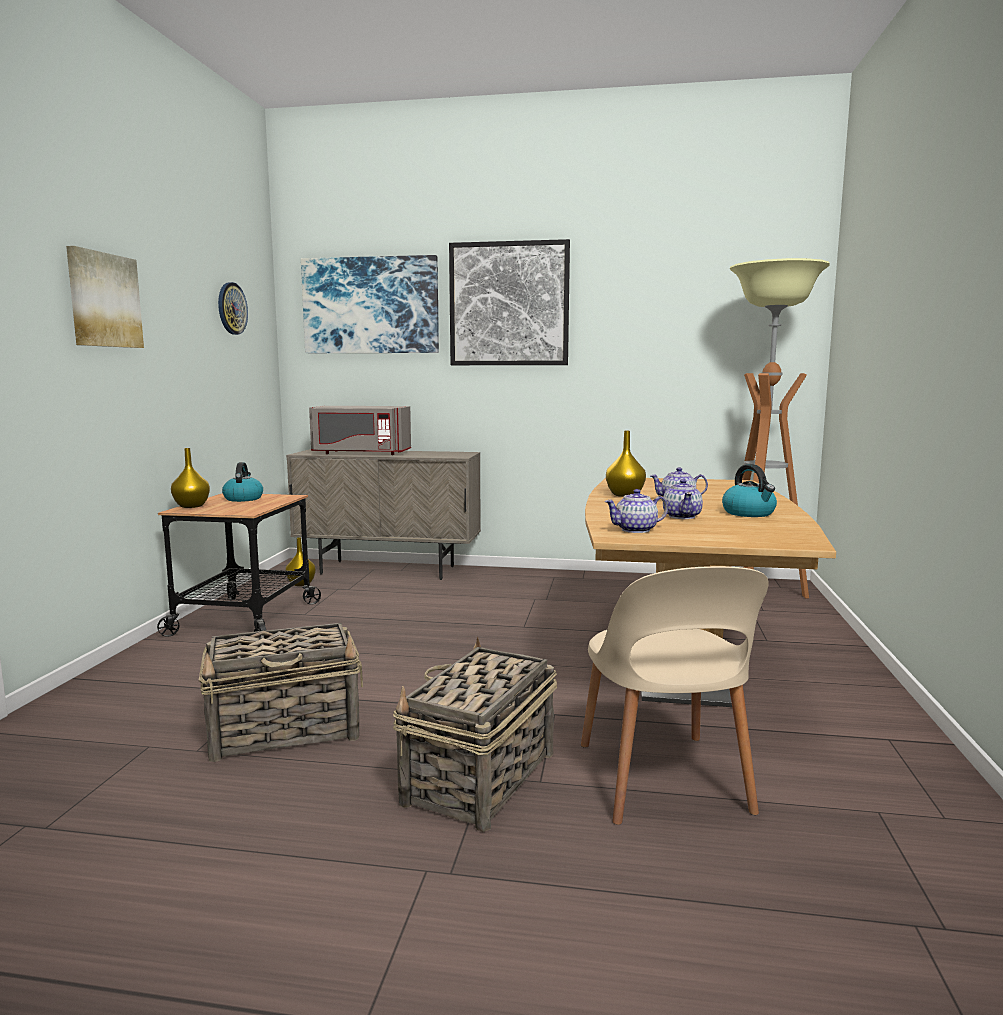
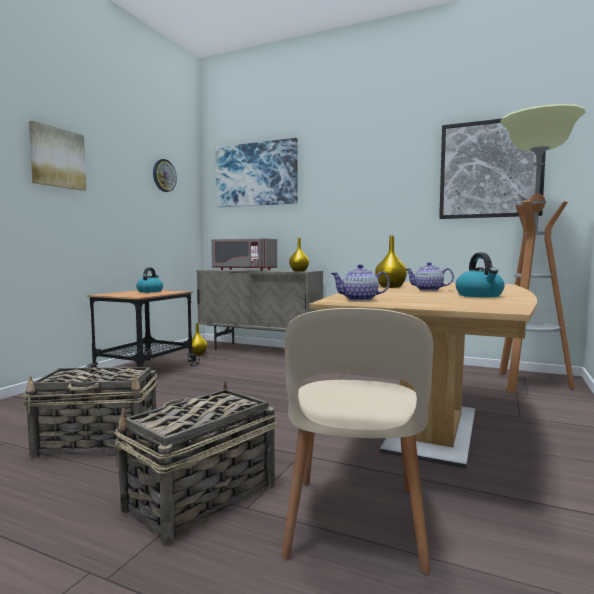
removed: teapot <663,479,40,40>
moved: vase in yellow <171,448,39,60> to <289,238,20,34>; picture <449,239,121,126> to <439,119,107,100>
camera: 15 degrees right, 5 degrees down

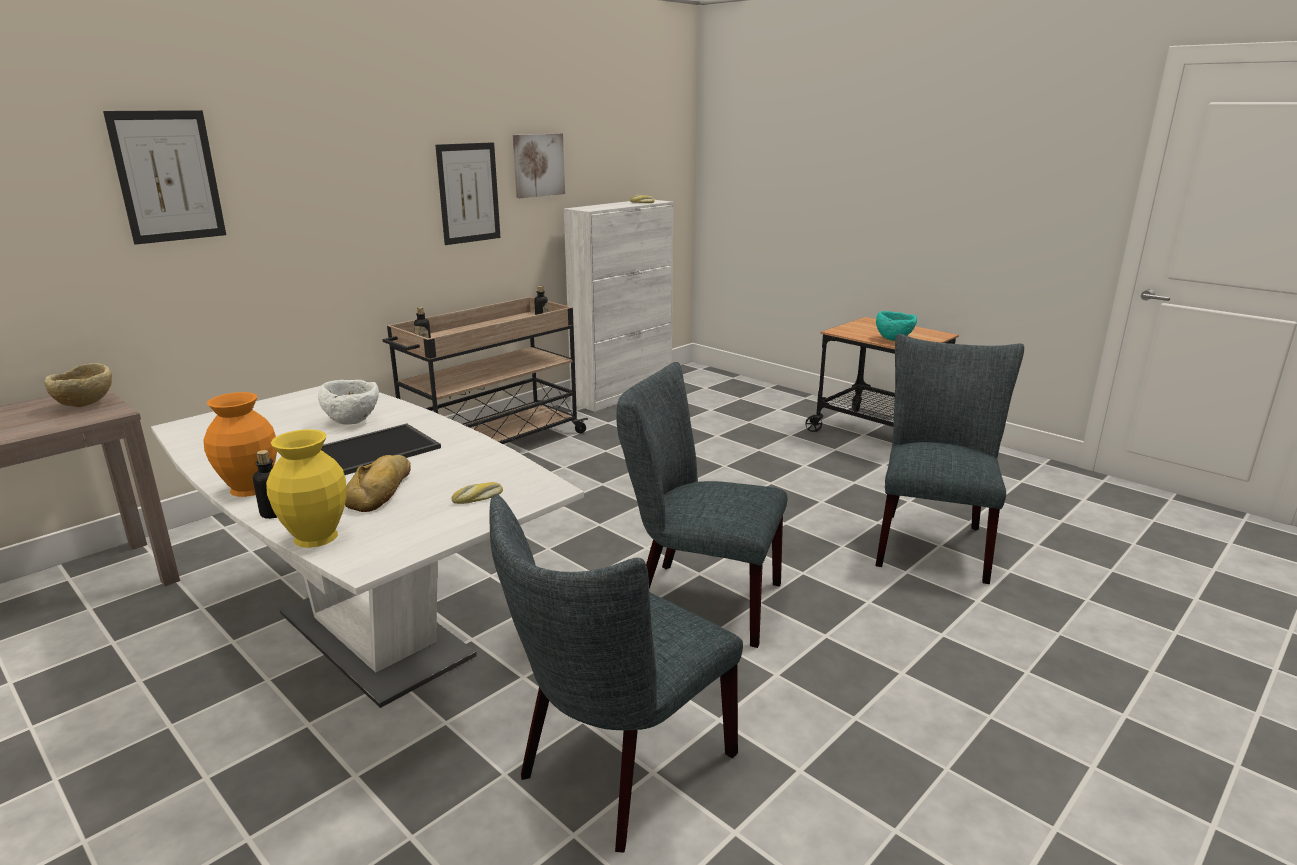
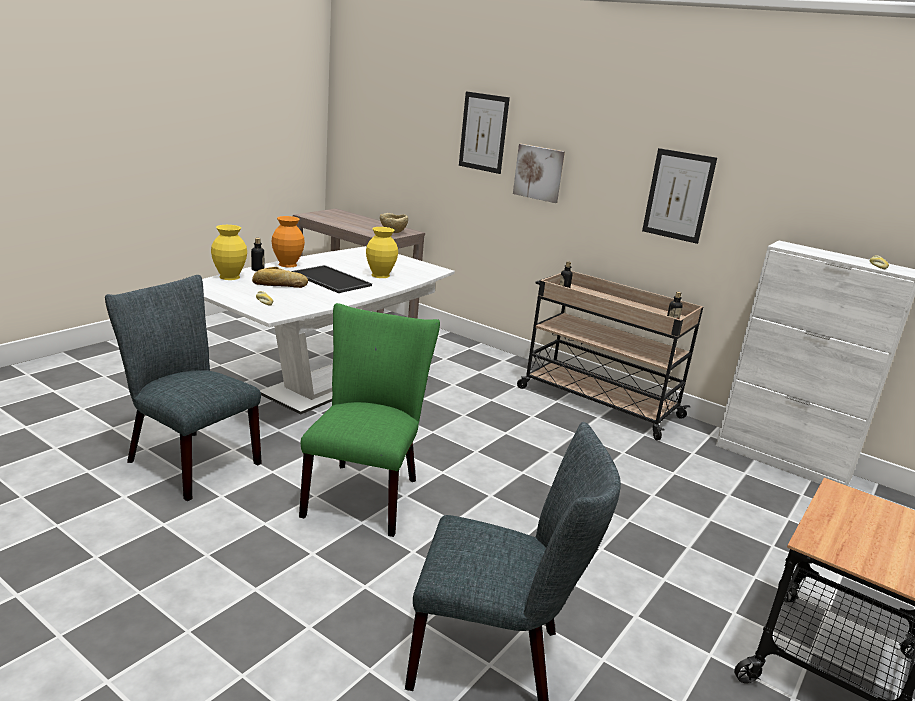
removed: bowl in turquoise <876,311,41,30>
moved: picture <513,133,52,65> to <513,144,52,59>
replaced: bowl in white <318,380,61,45> to vase in yellow <366,227,32,51>
recoloured: chair in grey <617,362,170,286> to chair in green <299,303,141,234>
camera: 80 degrees right, 0 degrees up

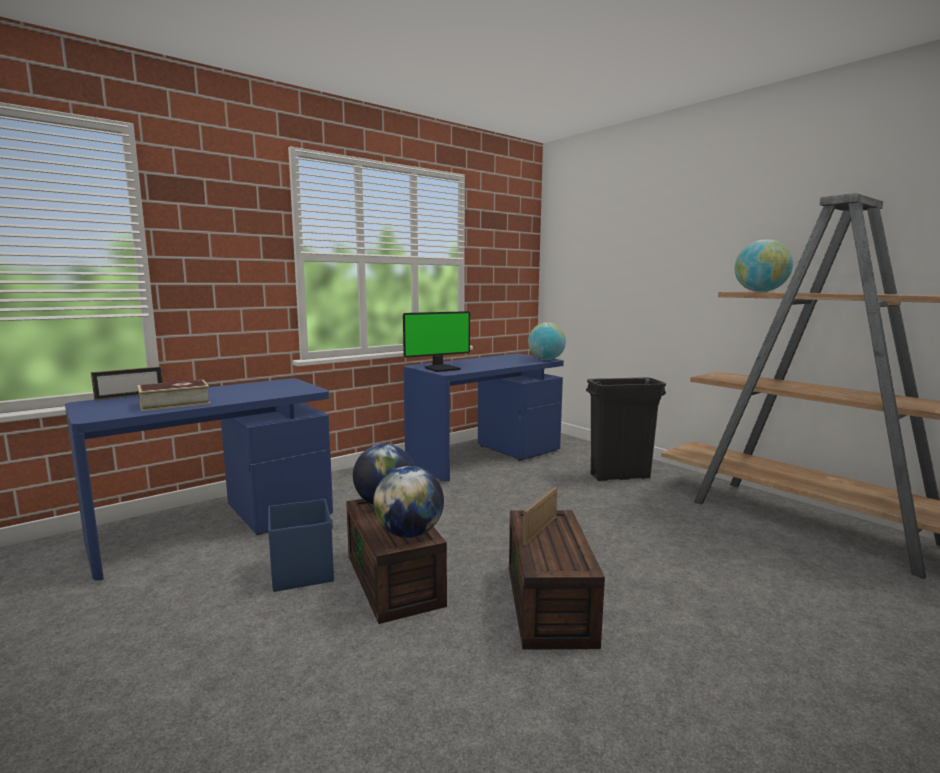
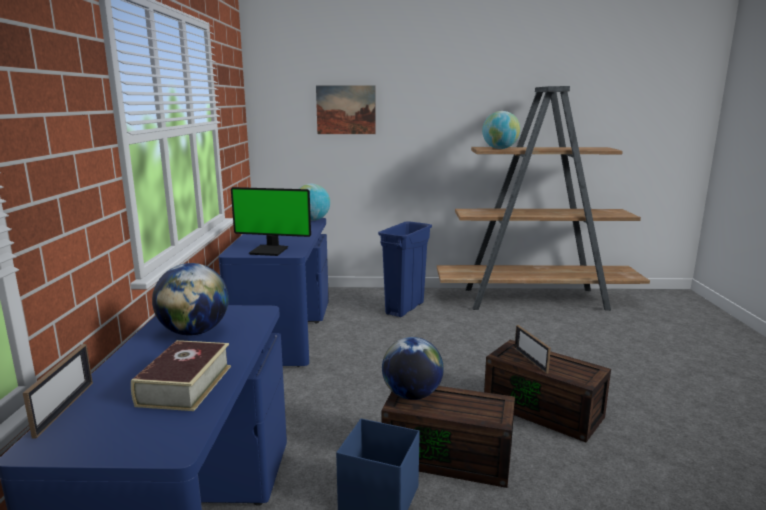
added: picture <316,85,60,49>
moved: globe <373,466,71,72> to <152,263,77,73>
recoloured: trash can in black <586,377,80,104> to trash can in blue <378,221,54,96>
turned: monitor <403,311,67,61> = <231,187,80,69> 90 degrees clockwise
camera: 50 degrees left, 5 degrees up

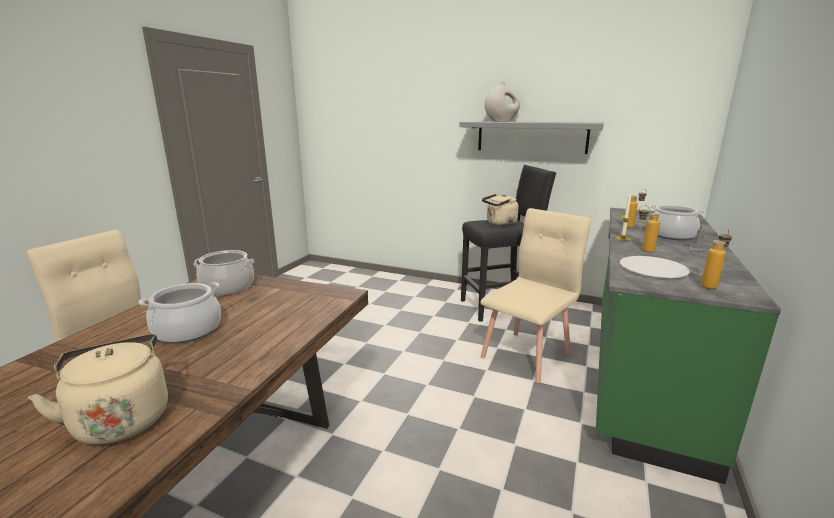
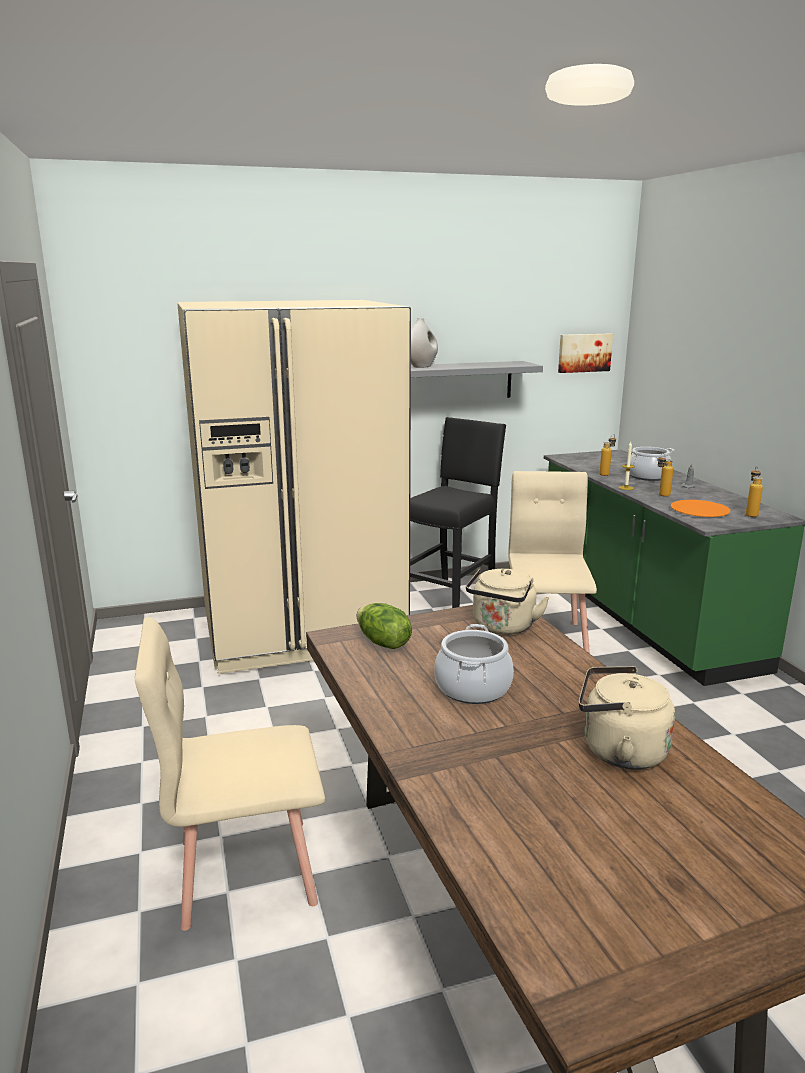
added: fridge in beige <177,300,234,374>; picture <558,334,55,39>
moved: kettle in beige <482,194,37,32> to <466,569,84,66>
replaced: cooking pot <193,250,62,45> to lettuce <357,603,55,46>
recoloured: plate in white <620,256,70,22> to plate in orange <670,500,60,17>
camera: 40 degrees left, 0 degrees up

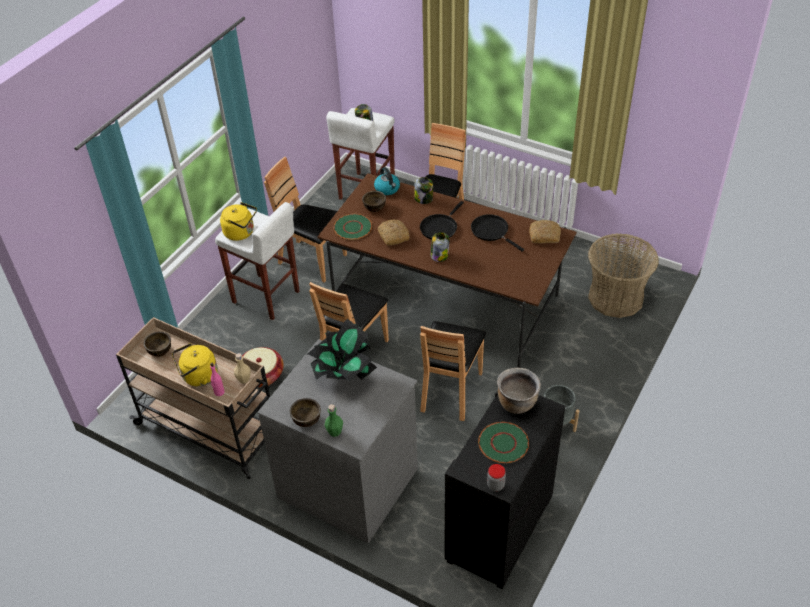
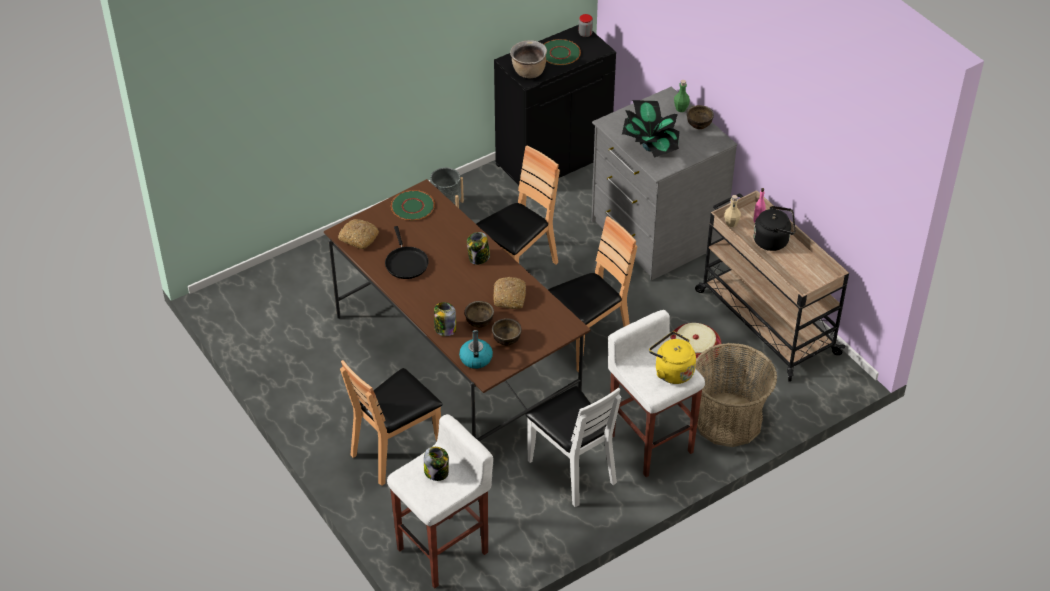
removed: frying pan in black <420,201,44,39>
moved: bowl in brown <143,332,28,25> to <464,301,30,27>; plate in green <334,214,38,26> to <391,190,44,30>; basket <588,234,71,84> to <695,343,82,104>
recoloured: kettle in yellow <172,343,46,43> to kettle in black <753,206,42,45>; chair in brown <264,157,83,126> to chair in white <526,386,95,121>
camera: 155 degrees left, 0 degrees up

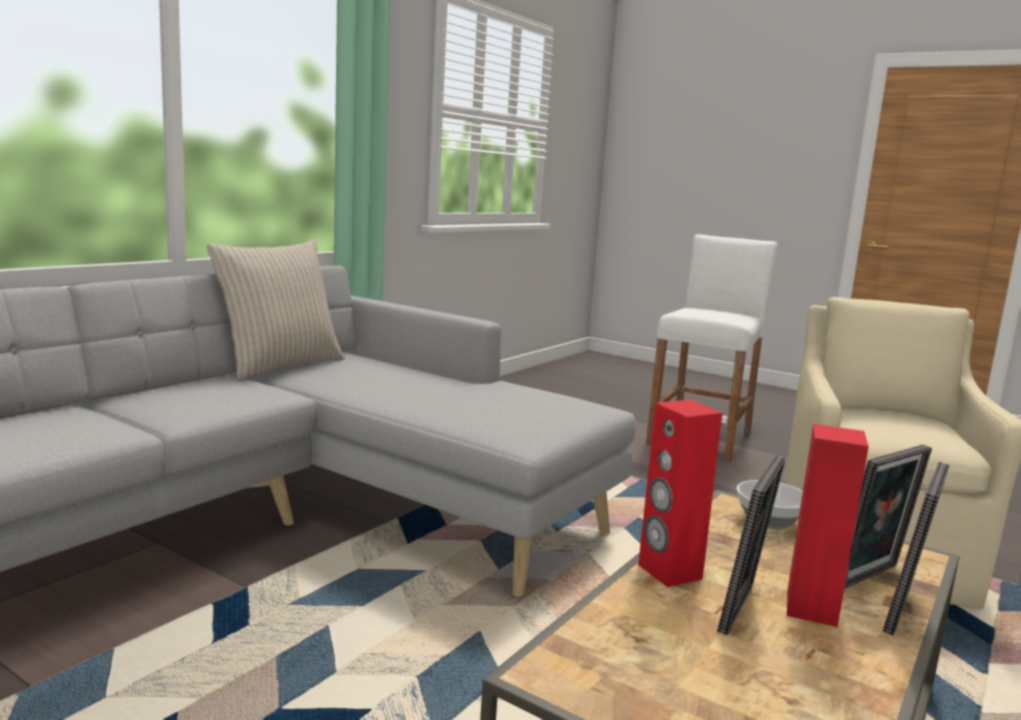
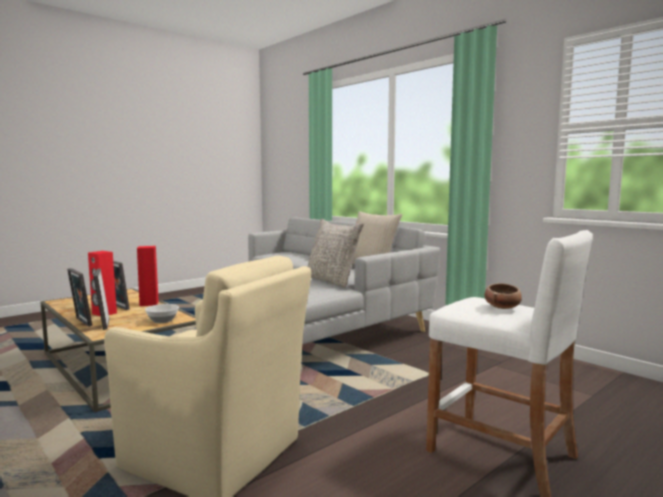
added: pillow in grey <308,218,56,70>; bowl <484,283,38,26>
camera: 105 degrees right, 5 degrees down

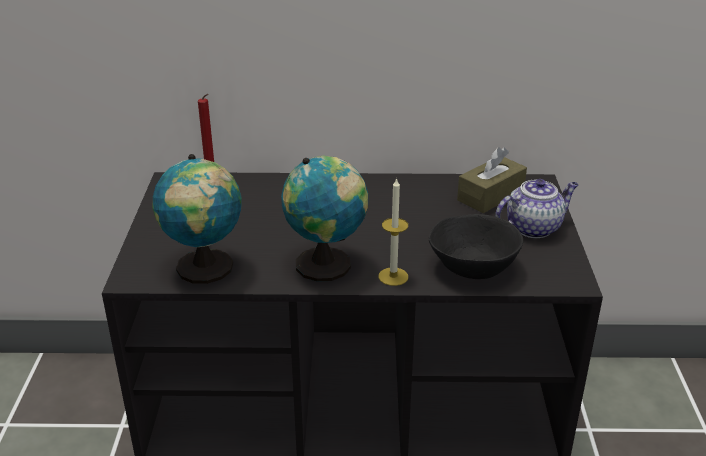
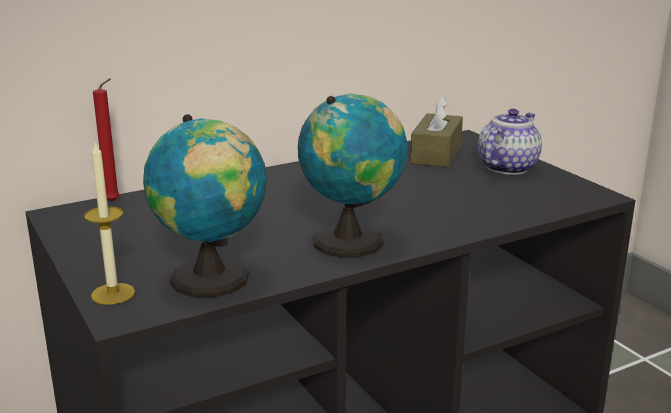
removed: bowl in black <429,214,94,65>
moved: candle <378,177,30,109> to <84,142,51,163>
camera: 30 degrees left, 10 degrees down

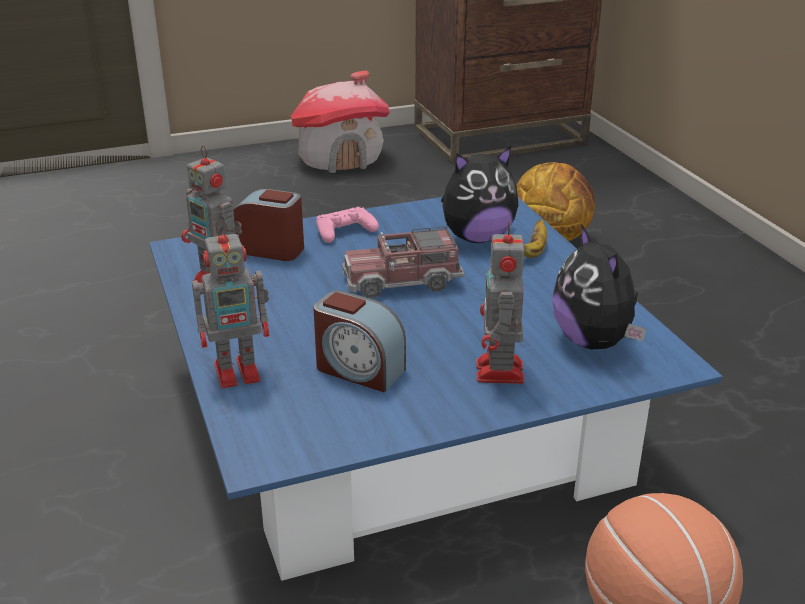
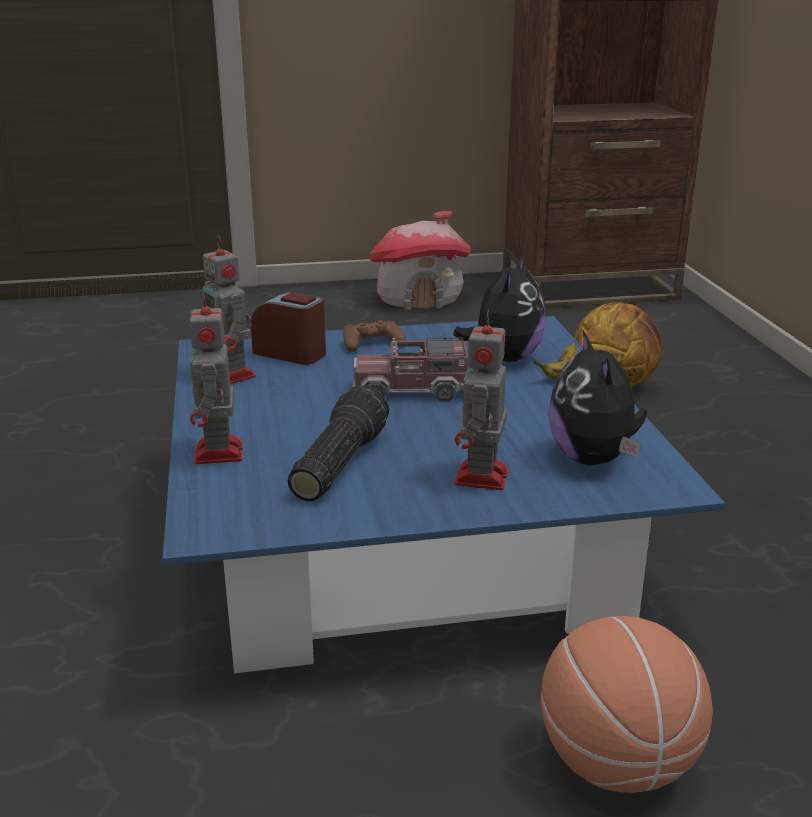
replaced: alarm clock <313,290,93,102> to flashlight <288,386,101,115>
recoloured: game controller in pink <316,207,63,36> to game controller in brown <343,320,63,32>
turned: toy robot <192,221,78,167> = <190,292,53,172> 90 degrees clockwise; plush toy <441,146,77,97> = <453,253,93,109> 60 degrees counterclockwise
camera: 10 degrees right, 5 degrees down

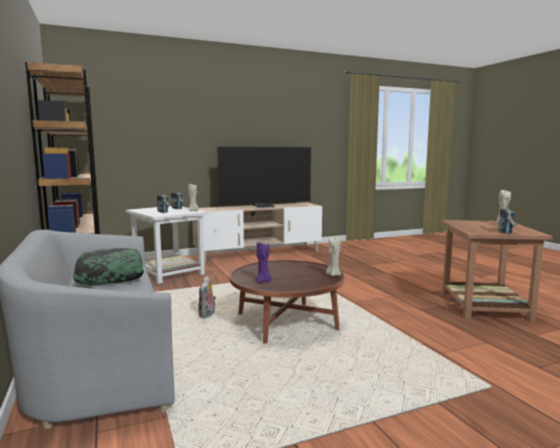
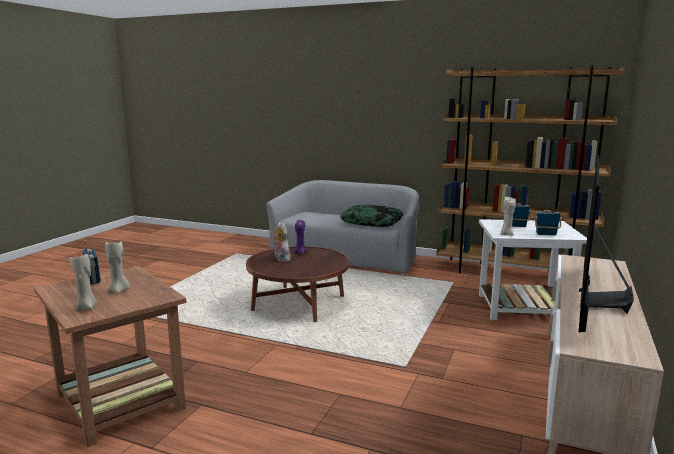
moved: plush toy <198,276,18,42> to <273,222,18,40>; candle in beige <326,236,15,40> to <105,241,25,53>
camera: 135 degrees right, 5 degrees up

